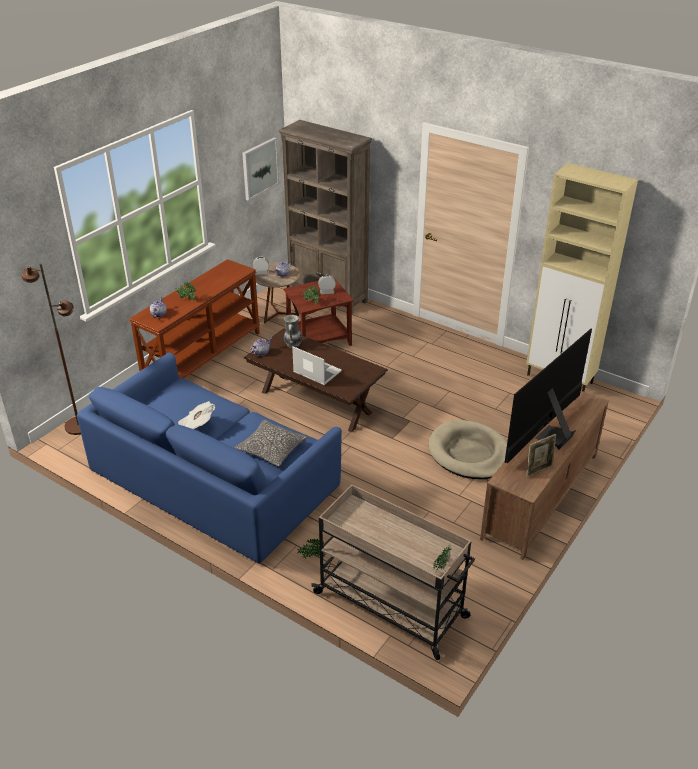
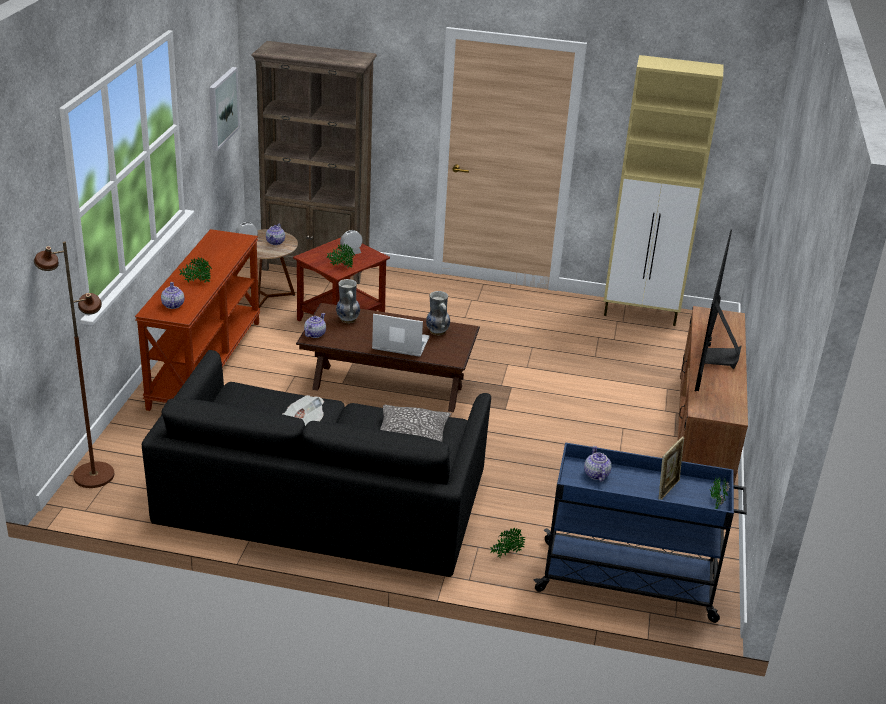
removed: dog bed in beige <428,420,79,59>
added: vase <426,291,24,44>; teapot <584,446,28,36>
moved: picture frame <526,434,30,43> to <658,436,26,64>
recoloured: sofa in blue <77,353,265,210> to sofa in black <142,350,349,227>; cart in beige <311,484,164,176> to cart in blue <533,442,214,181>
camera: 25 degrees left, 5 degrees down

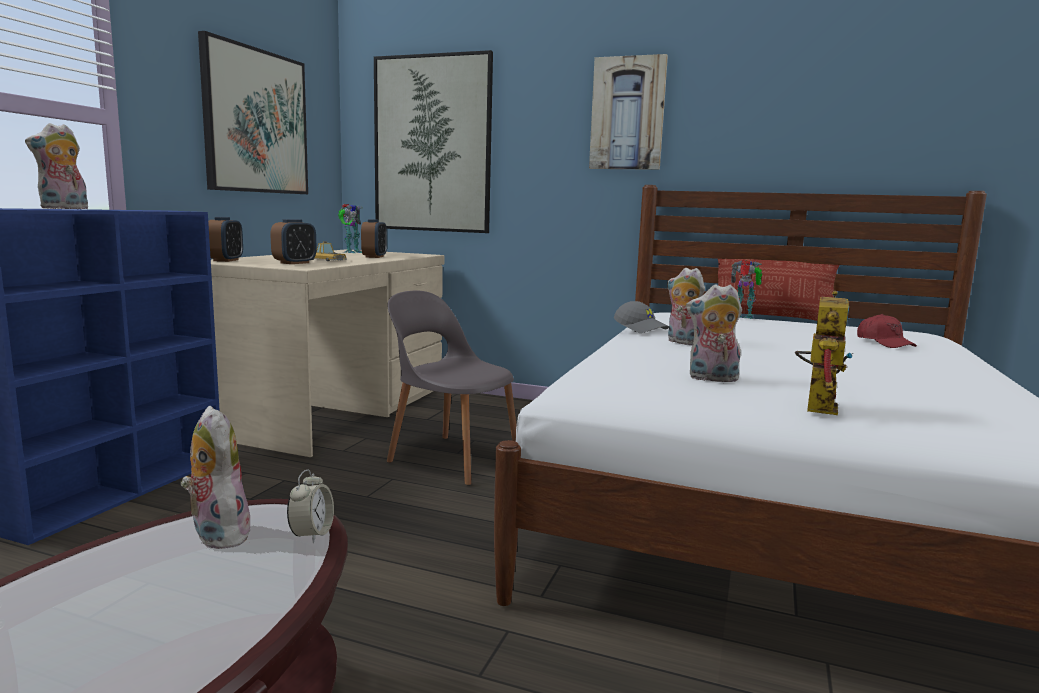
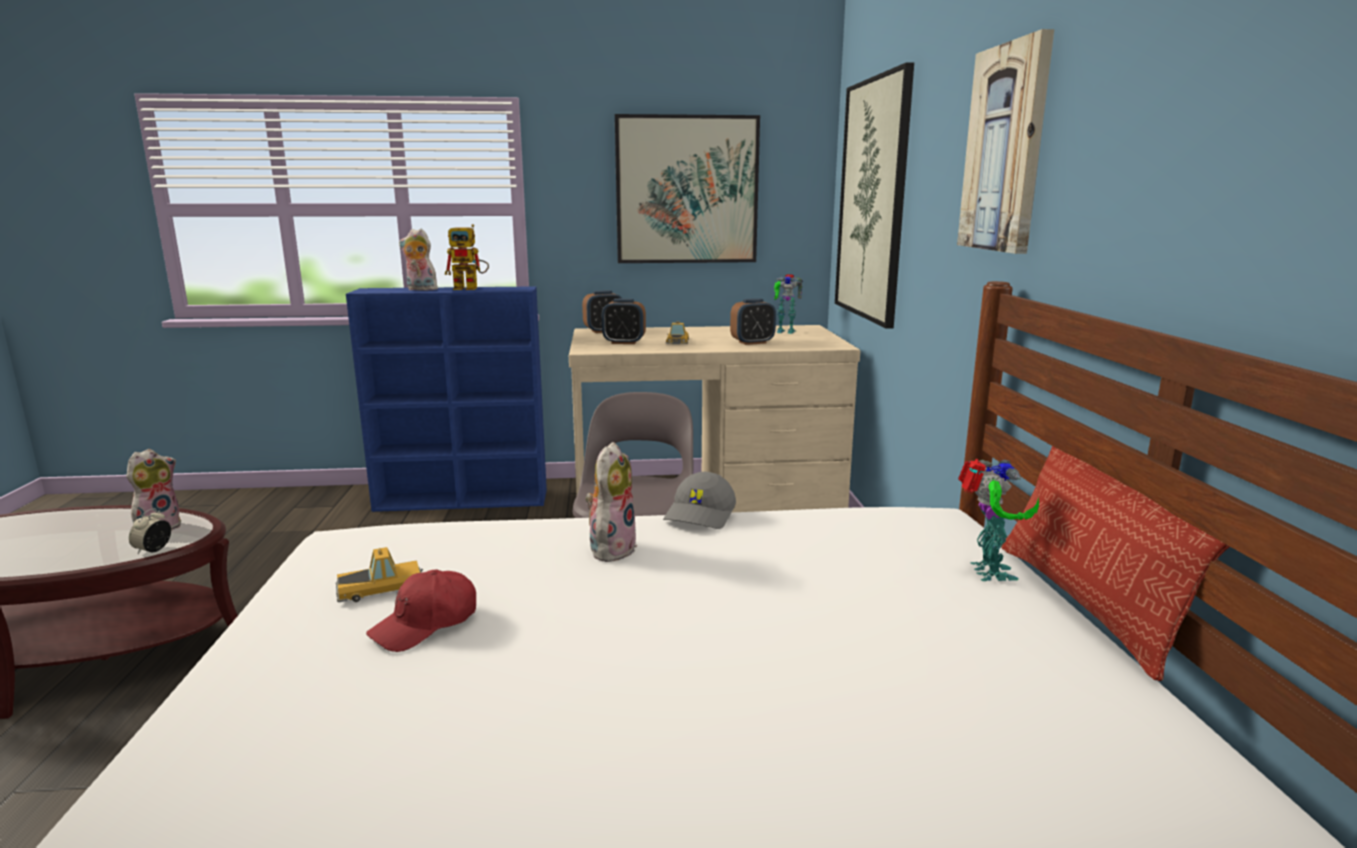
moved: toy robot <795,291,58,124> to <445,224,44,66>; cap in red <857,314,60,34> to <366,569,110,83>
replaced: plush toy <686,284,56,98> to toy car <336,547,87,55>
turned: alarm clock <287,469,47,74> = <129,508,42,46> 120 degrees clockwise
camera: 65 degrees right, 5 degrees up

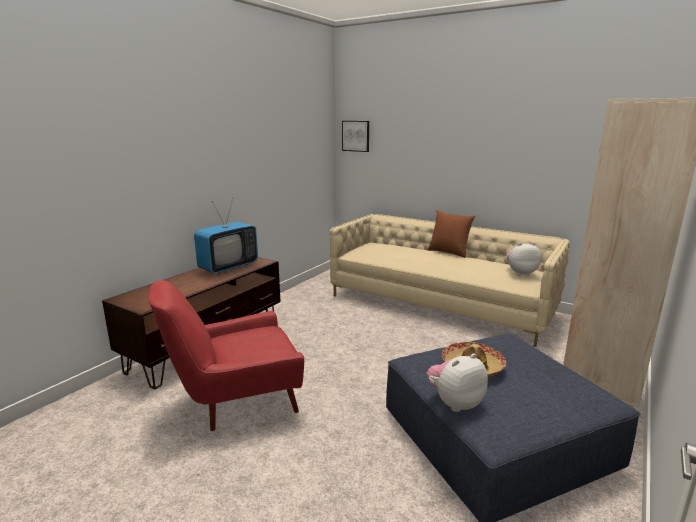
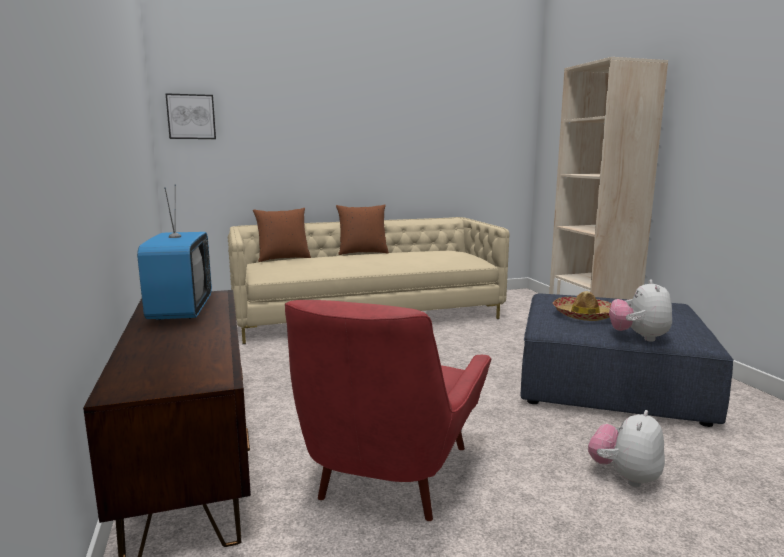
added: pillow in brown <253,208,58,54>
moved: plush toy <506,242,35,34> to <588,410,77,77>
camera: 50 degrees left, 5 degrees down

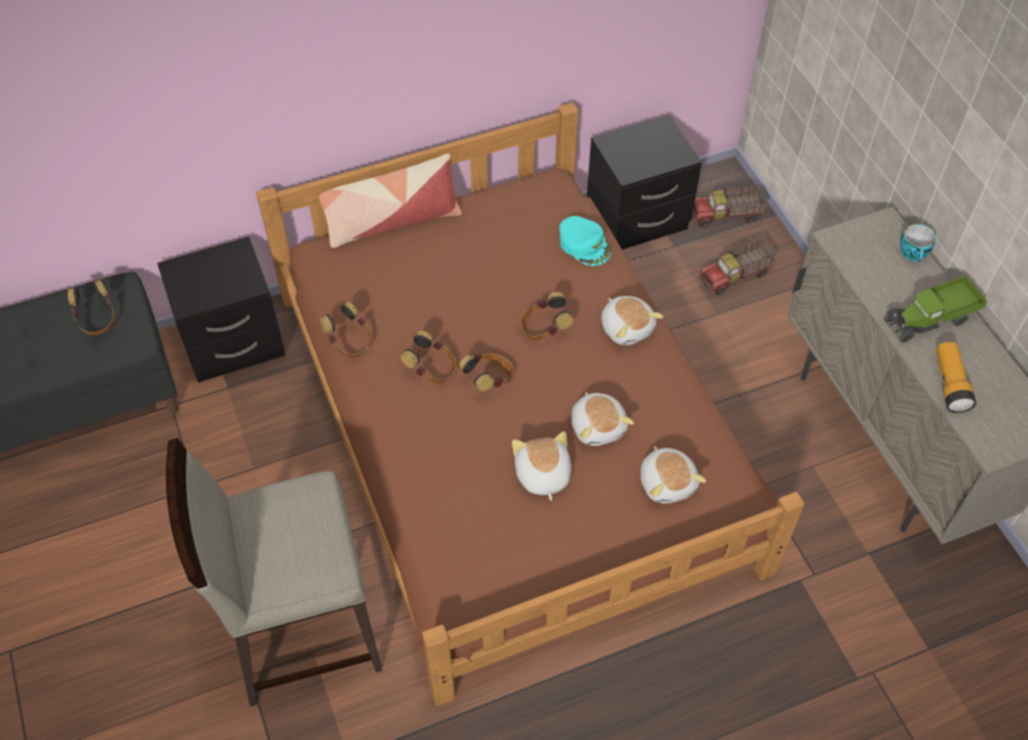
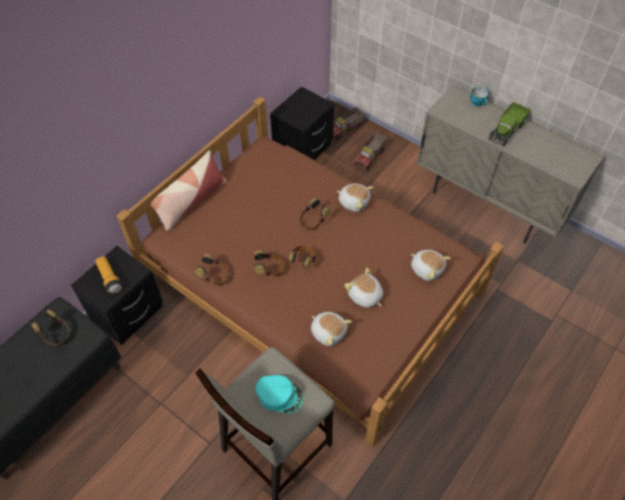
moved: cap in turquoise <559,216,53,50> to <255,375,49,38>; plush toy <571,392,63,54> to <311,312,41,34>; flashlight <936,342,40,71> to <95,256,27,38>
camera: 30 degrees left, 0 degrees up

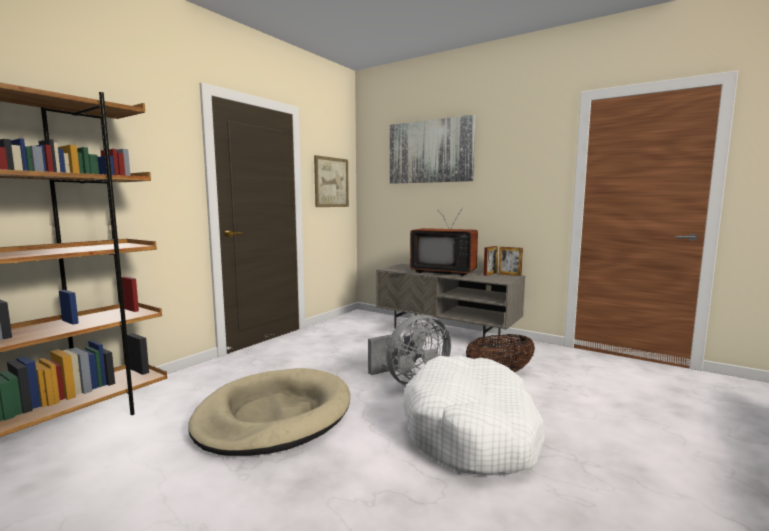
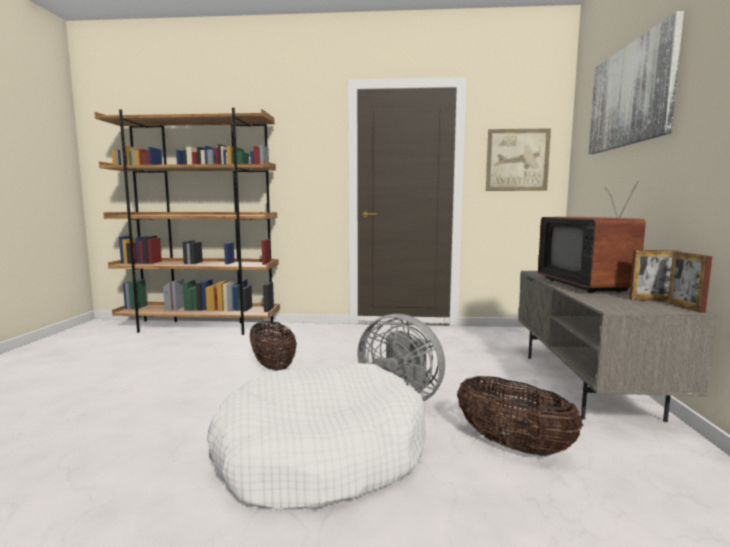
replaced: dog bed in beige <188,368,162,88> to basket <249,321,48,50>
camera: 60 degrees right, 0 degrees up

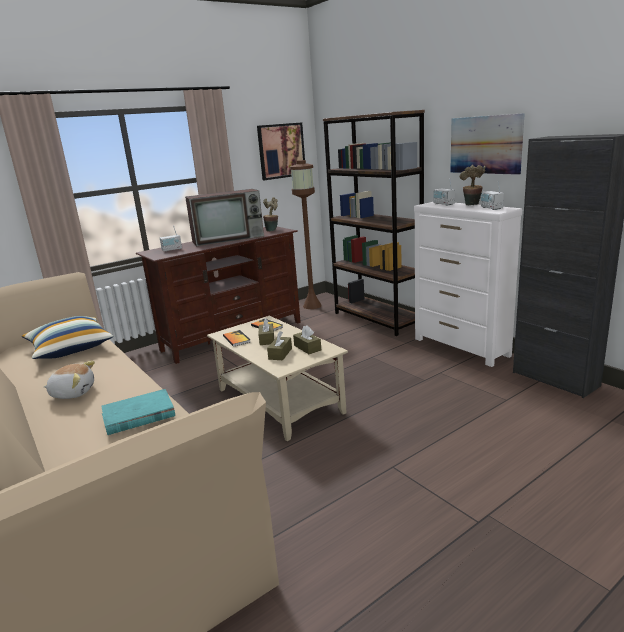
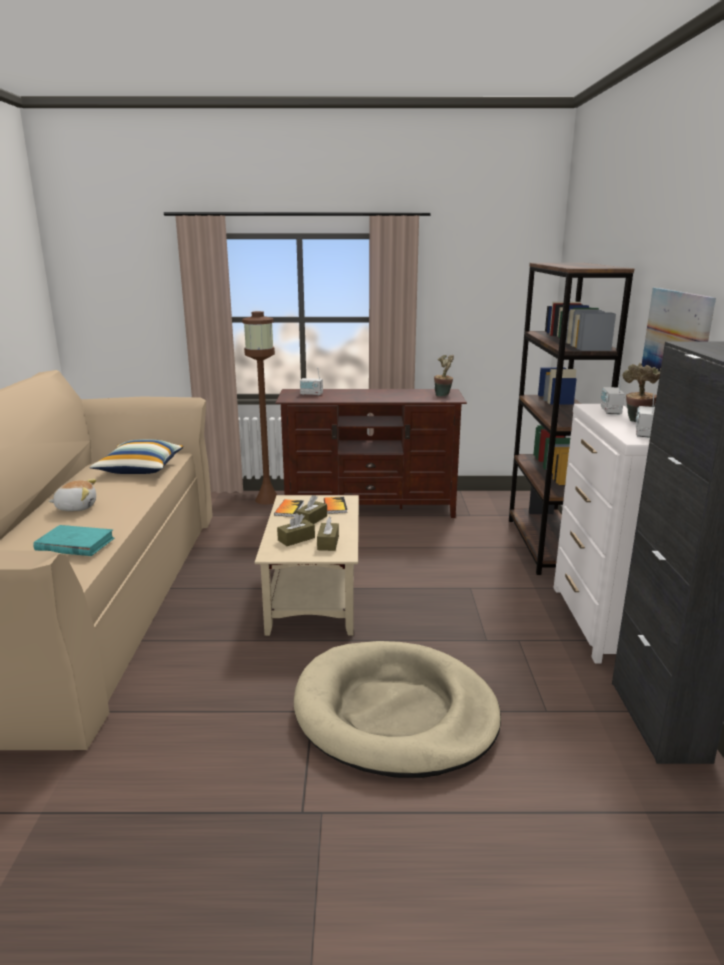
removed: television <185,189,79,58>; picture <257,122,48,58>
added: dog bed in beige <294,641,207,137>
moved: floor lamp in brown <290,160,32,149> to <242,311,35,194>
turned: plush toy <44,361,51,38> = <48,479,48,32> 45 degrees counterclockwise
camera: 35 degrees right, 0 degrees up

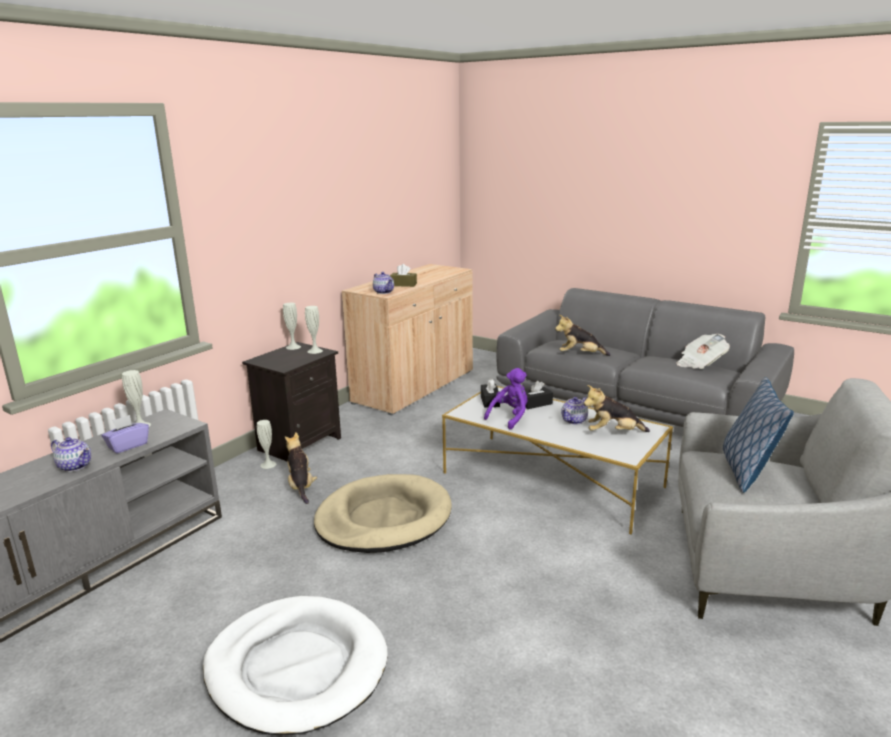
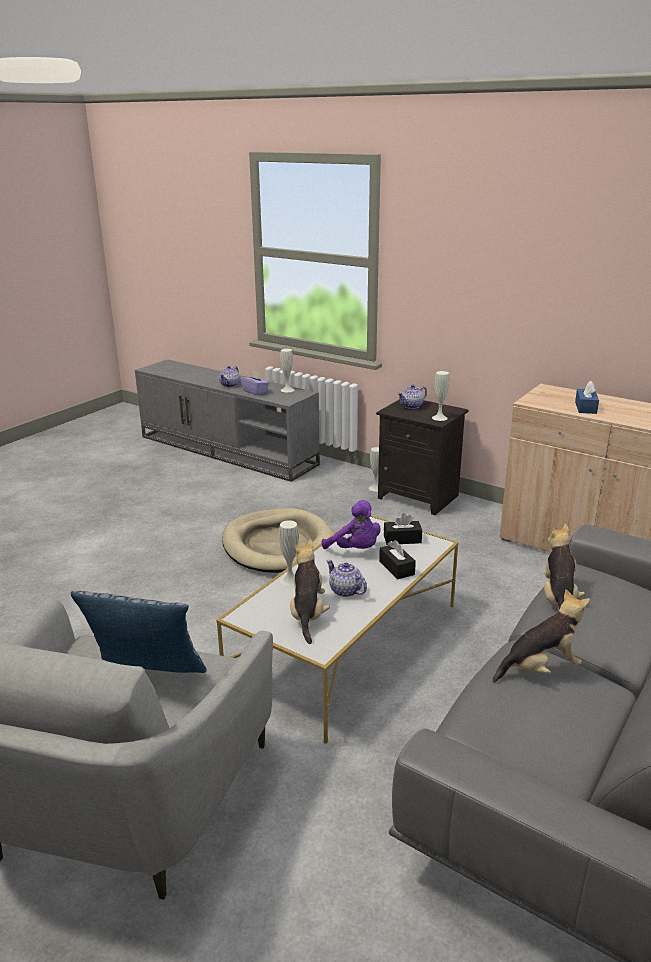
removed: dog bed in white <203,596,185,139>; newspaper <676,334,54,35>
moved: vase in white <283,303,18,47> to <279,520,20,66>; plush toy <285,432,32,72> to <492,589,98,94>; teapot <373,272,21,22> to <398,385,29,24>
recoloured: tissue box in brown <390,264,27,23> to tissue box in blue <575,381,24,33>
camera: 90 degrees right, 5 degrees up

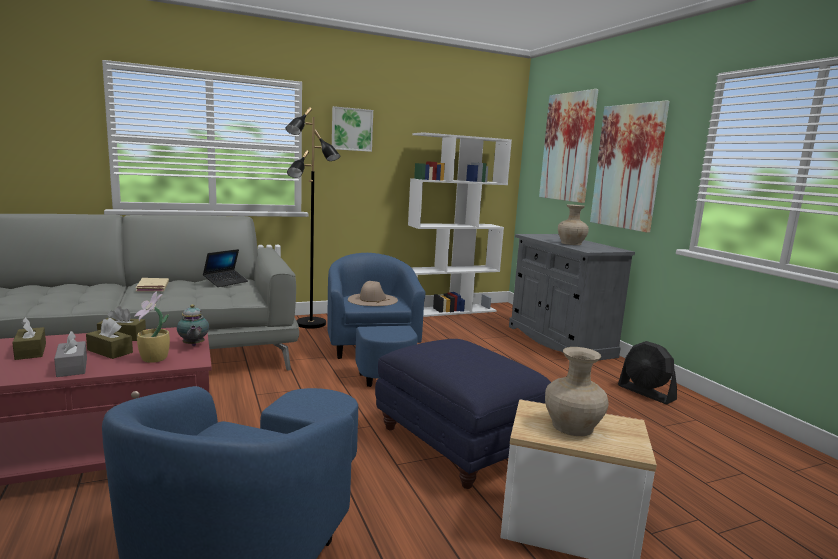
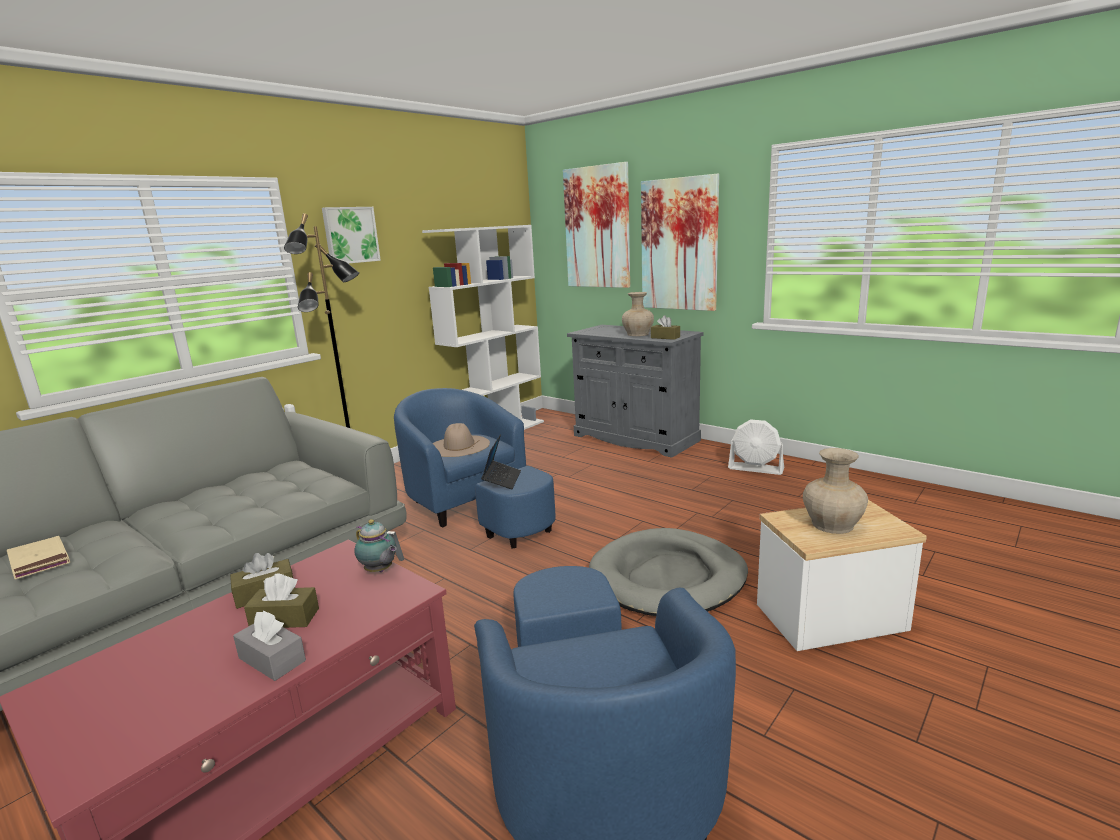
removed: potted plant <134,291,36,72>
moved: tissue box in brown <12,318,34,42> to <651,315,29,25>; book in beige <136,278,33,14> to <7,536,63,44>; laptop <203,249,45,38> to <481,434,40,55>
replaced: ottoman in blue <375,339,176,150> to dog bed in grey <589,528,159,88>
recoloured: fan in black <618,341,59,63> to fan in white <728,419,56,56>
camera: 25 degrees left, 5 degrees up

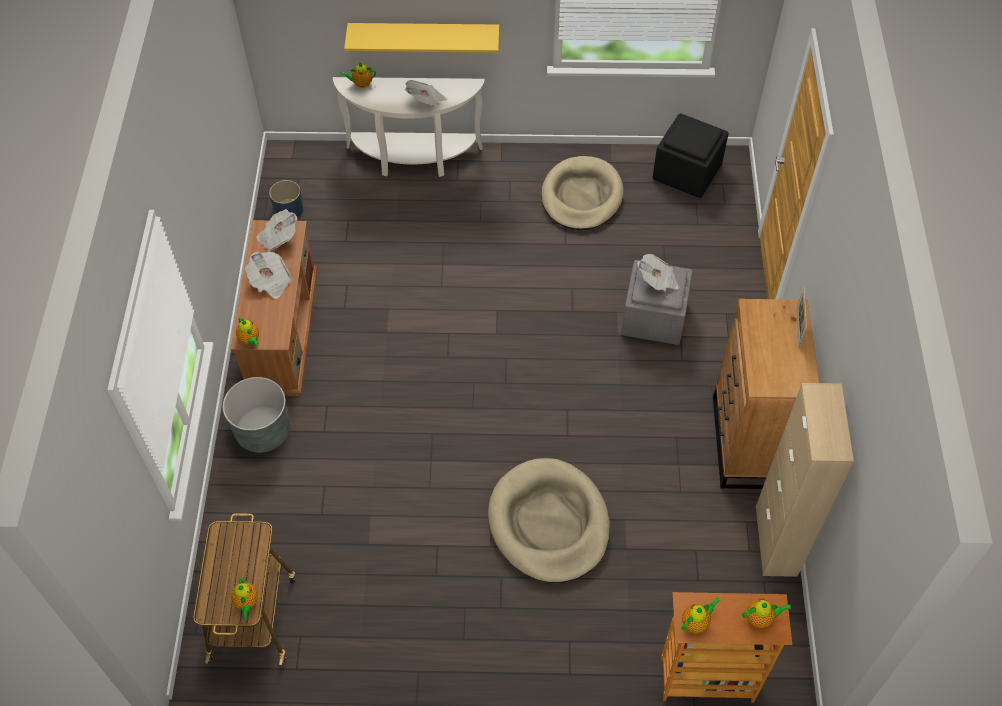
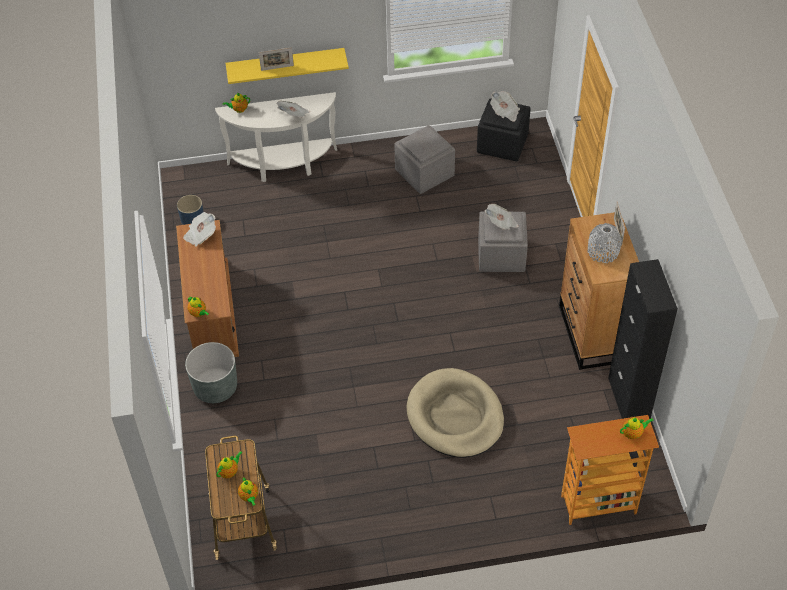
added: picture frame <259,47,35,24>; vase in grey <588,223,34,40>
moved: newspaper <245,252,47,47> to <490,91,30,31>; teapot <681,598,40,35> to <216,451,27,27>
replaced: dog bed in beige <541,156,83,74> to ottoman in grey <394,125,61,69>
recoloured: cabinet in beige <756,383,98,194> to cabinet in black <608,259,70,160>
camera: 10 degrees left, 5 degrees down

